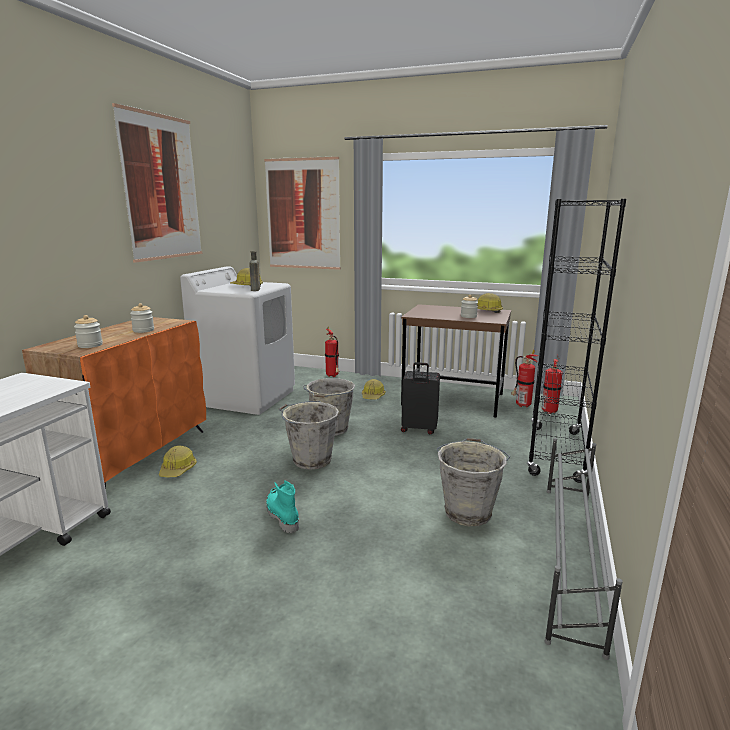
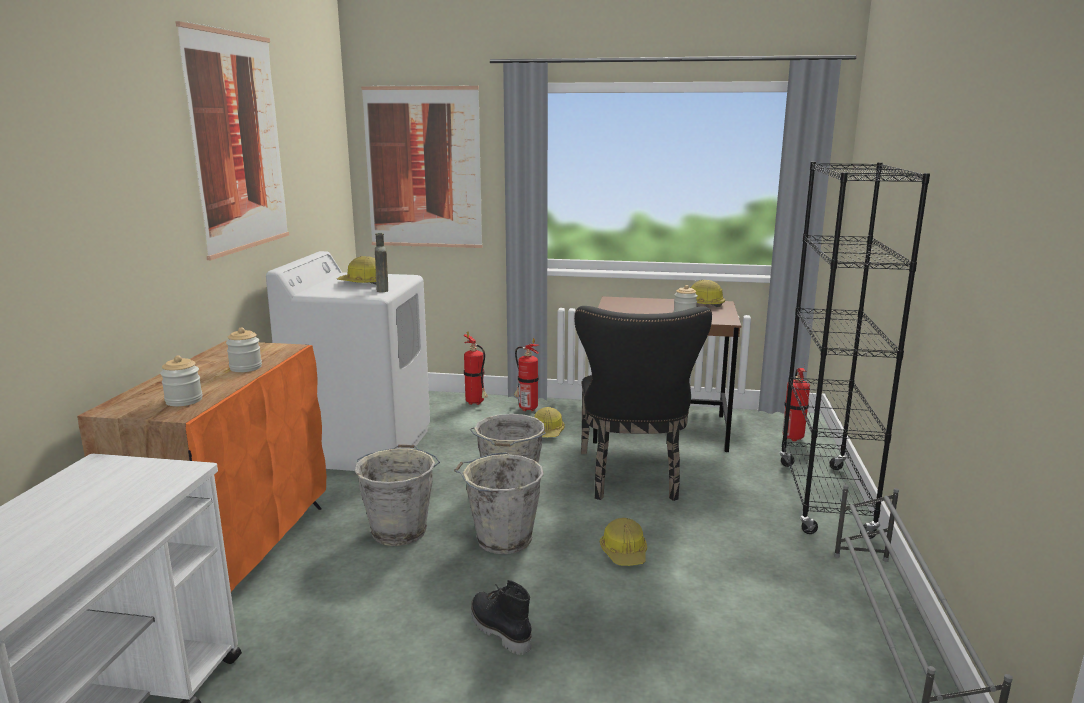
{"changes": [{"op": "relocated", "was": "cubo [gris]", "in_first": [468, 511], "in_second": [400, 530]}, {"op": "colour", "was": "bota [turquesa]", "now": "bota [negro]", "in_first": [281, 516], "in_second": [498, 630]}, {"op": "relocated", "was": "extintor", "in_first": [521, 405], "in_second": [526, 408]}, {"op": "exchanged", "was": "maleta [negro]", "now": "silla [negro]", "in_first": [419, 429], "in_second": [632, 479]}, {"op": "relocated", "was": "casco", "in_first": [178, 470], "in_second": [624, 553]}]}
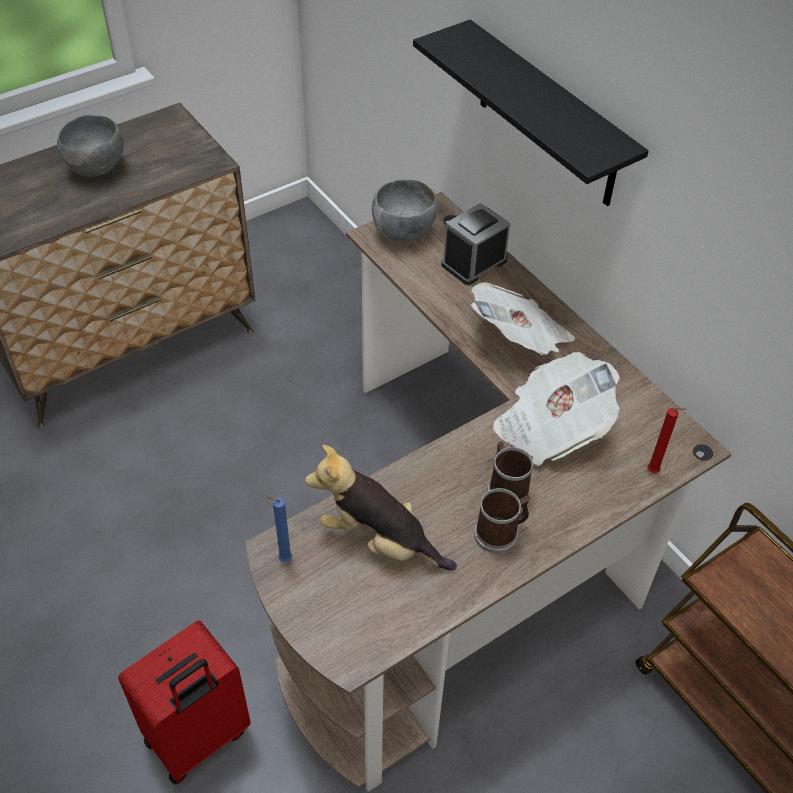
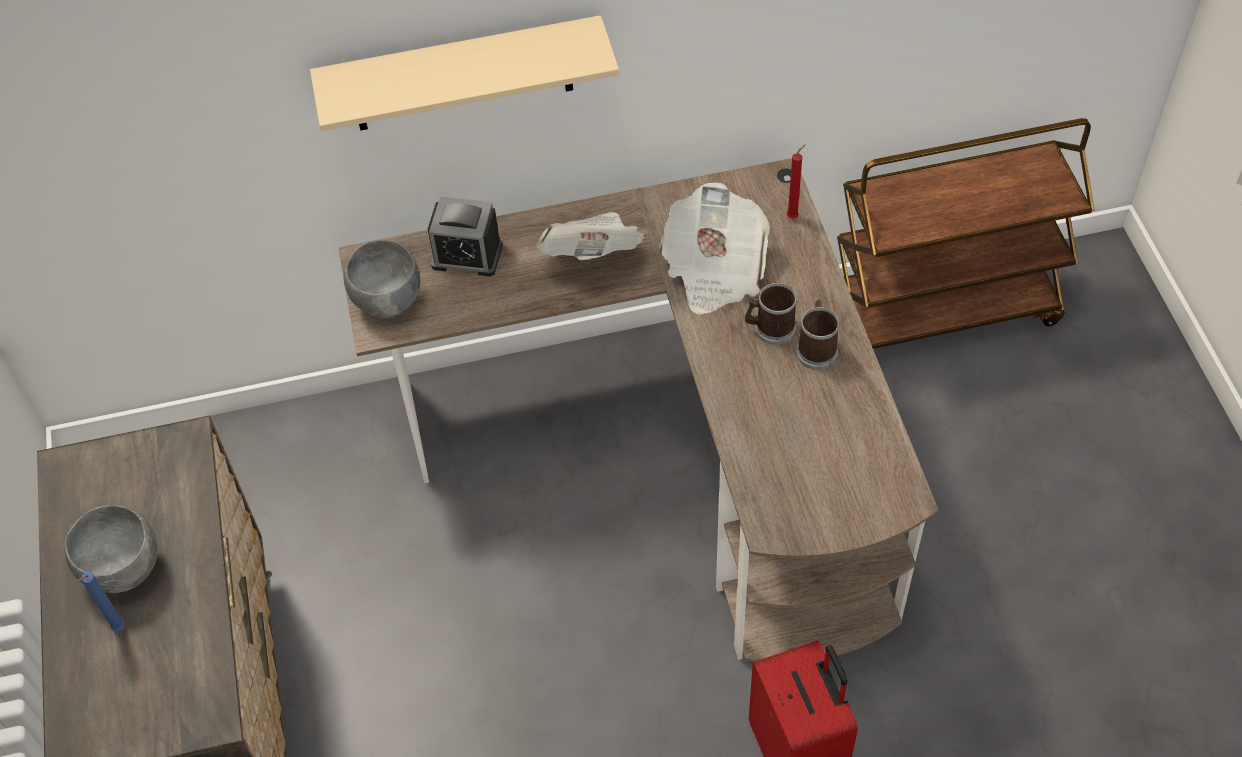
{"changes": [{"op": "relocated", "was": "vela [azul]", "in_first": [283, 559], "in_second": [117, 630]}, {"op": "colour", "was": "estante [negro]", "now": "estante [beis]", "in_first": [548, 117], "in_second": [462, 75]}, {"op": "spun", "was": "despertador", "in_first": [474, 262], "in_second": [467, 255], "clockwise": -60}, {"op": "missing", "was": "peluche", "in_first": [379, 540]}]}
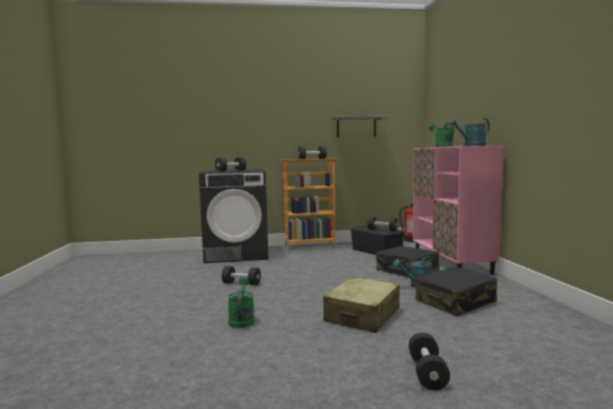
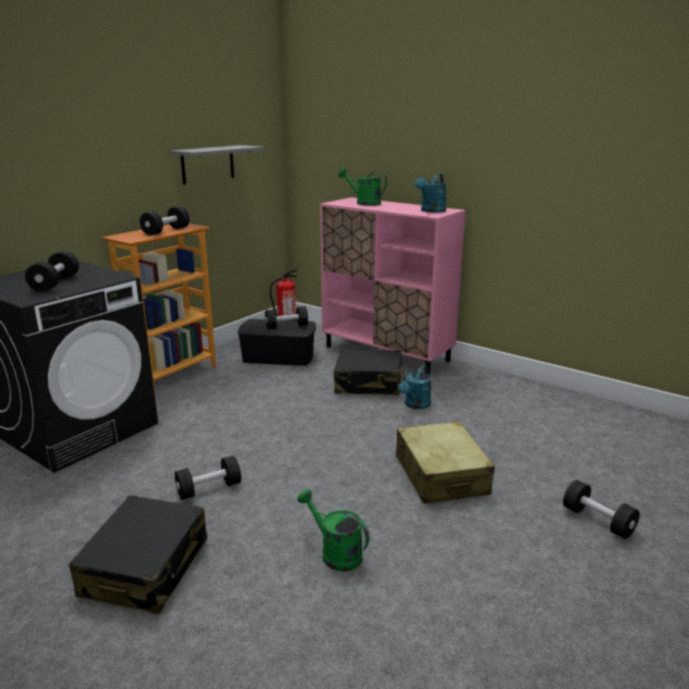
{"changes": [{"op": "relocated", "was": "maleta [negro]", "in_first": [455, 302], "in_second": [146, 567]}]}
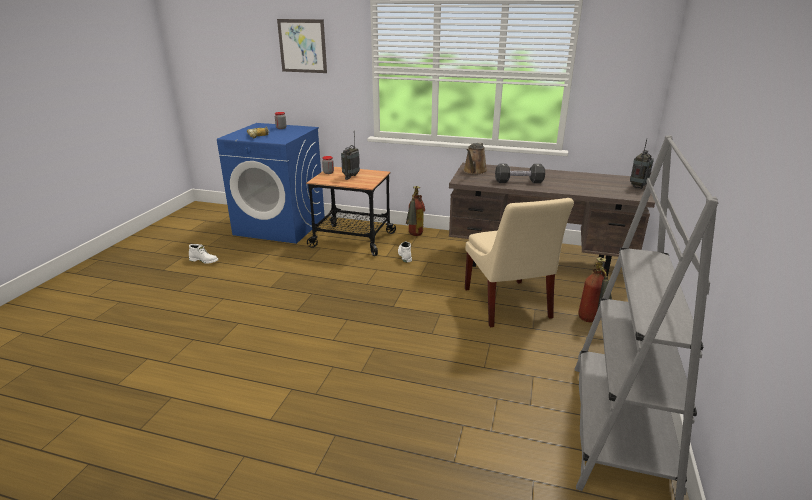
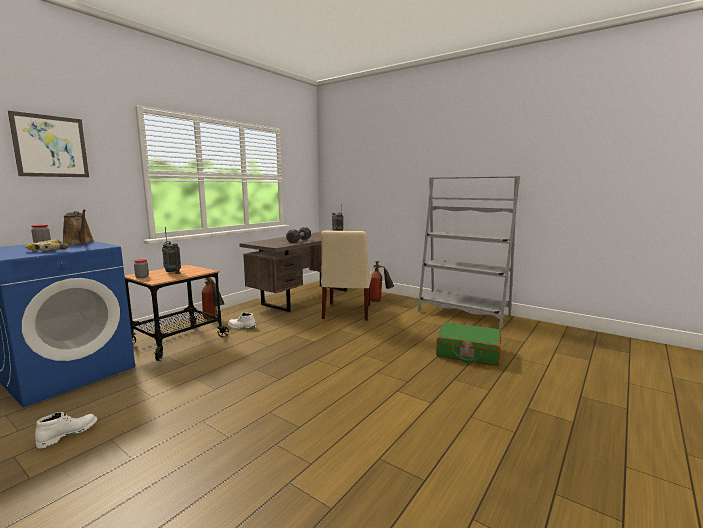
{"changes": [{"op": "relocated", "was": "regadera [marrón]", "in_first": [474, 171], "in_second": [79, 242]}, {"op": "spun", "was": "silla [beis]", "in_first": [507, 305], "in_second": [346, 312], "clockwise": 90}, {"op": "appeared", "now": "maleta [verde]", "in_second": [468, 353]}]}
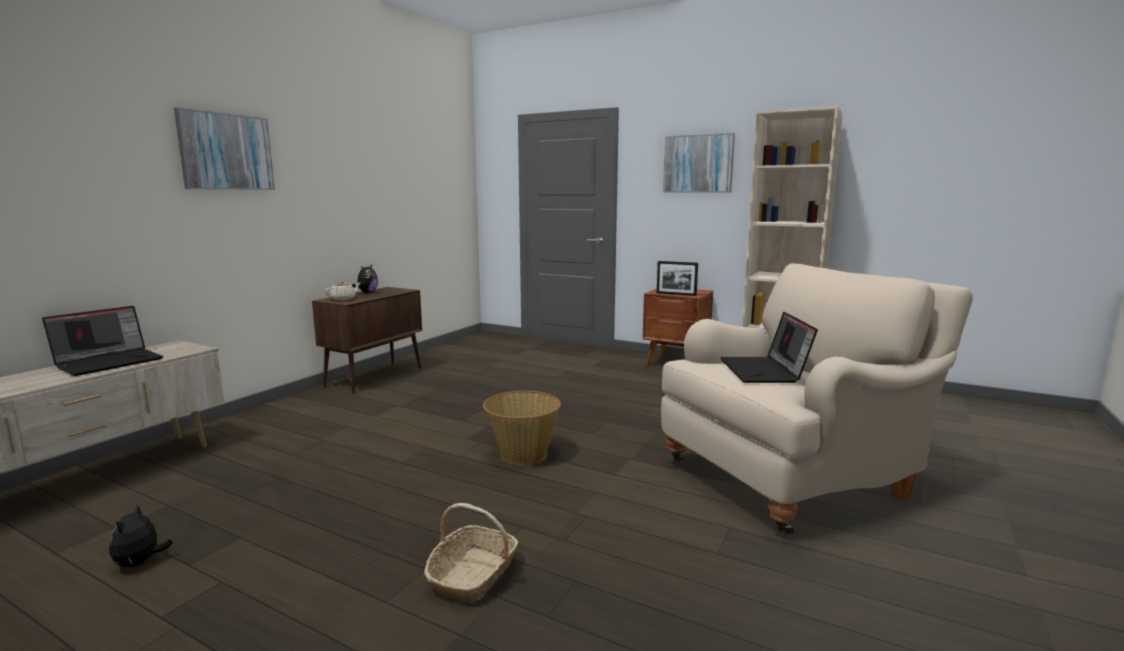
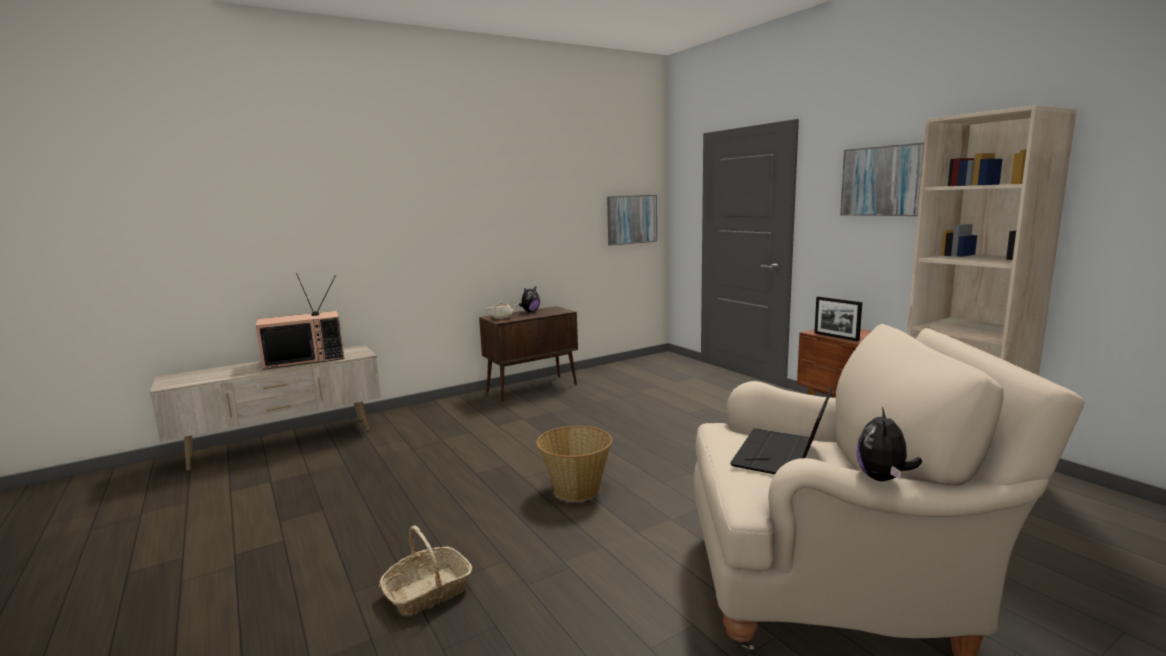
{"changes": [{"op": "exchanged", "was": "portátil", "now": "televisor", "in_first": [110, 362], "in_second": [305, 359]}, {"op": "relocated", "was": "cuadro", "in_first": [226, 152], "in_second": [631, 219]}, {"op": "relocated", "was": "peluche", "in_first": [140, 563], "in_second": [883, 479]}]}
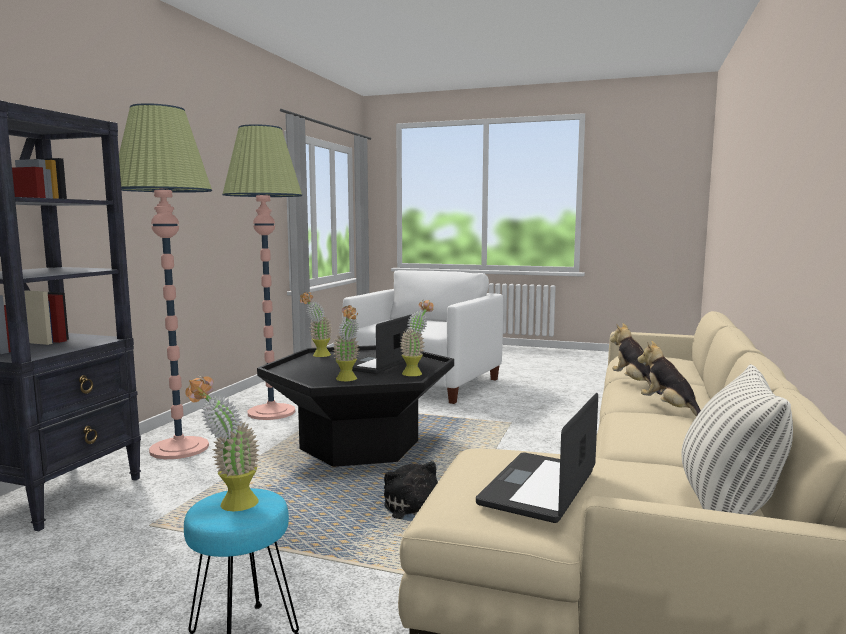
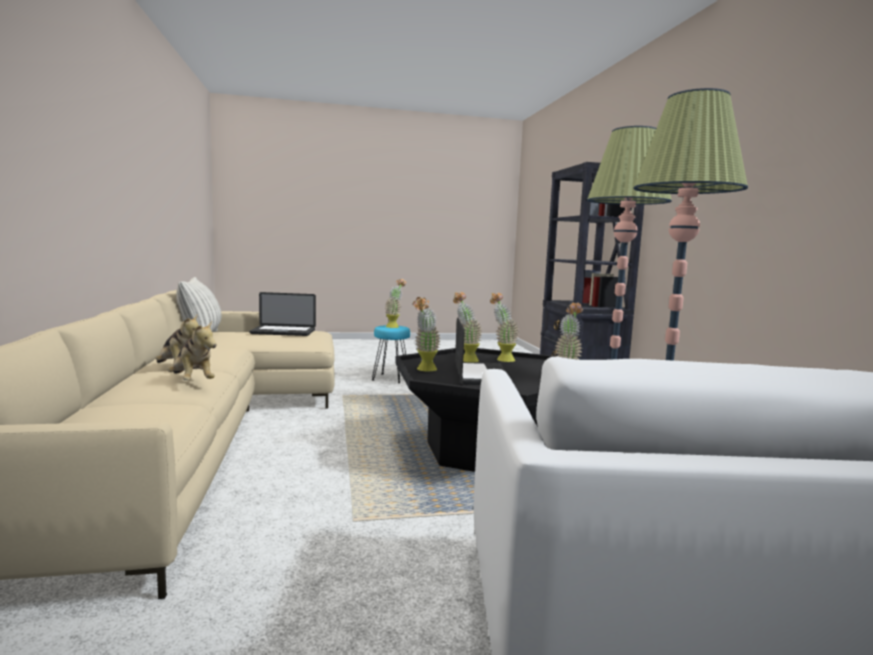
{"changes": [{"op": "spun", "was": "portátil", "in_first": [538, 488], "in_second": [283, 332], "clockwise": 90}, {"op": "appeared", "now": "planta en maceta", "in_second": [501, 359]}, {"op": "missing", "was": "peluche", "in_first": [413, 509]}]}
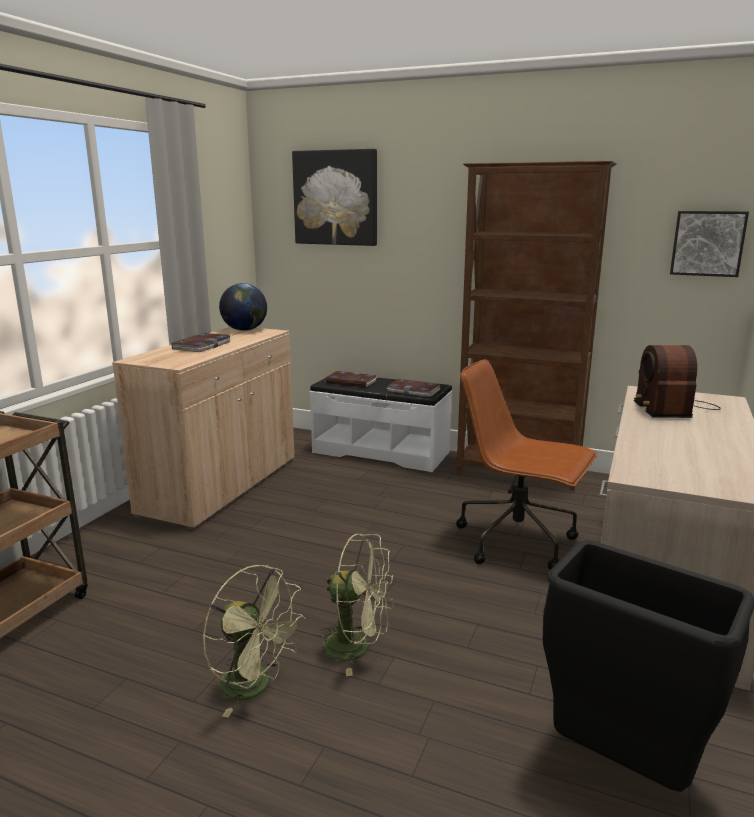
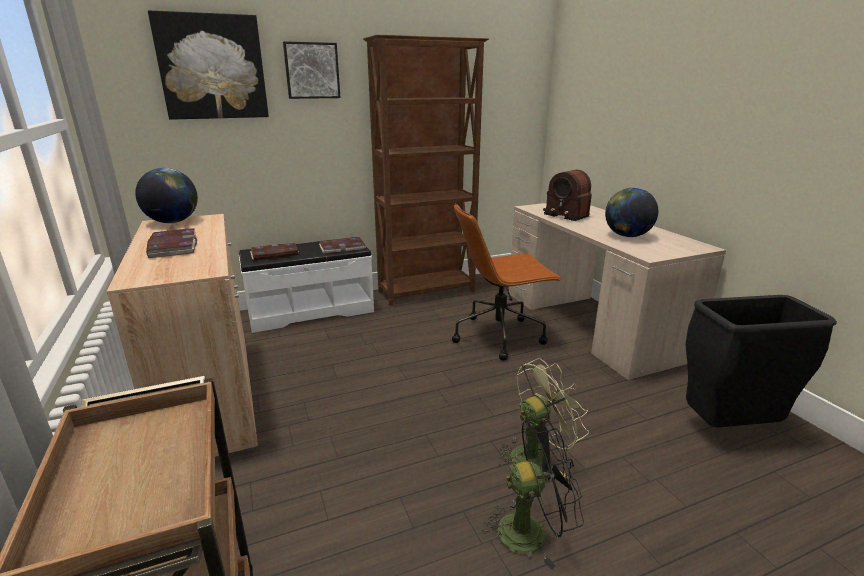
{"changes": [{"op": "relocated", "was": "cuadro", "in_first": [707, 243], "in_second": [312, 70]}, {"op": "colour", "was": "ventilador [verde]", "now": "ventilador [negro]", "in_first": [255, 687], "in_second": [531, 531]}, {"op": "appeared", "now": "globo terráqueo", "in_second": [627, 236]}]}
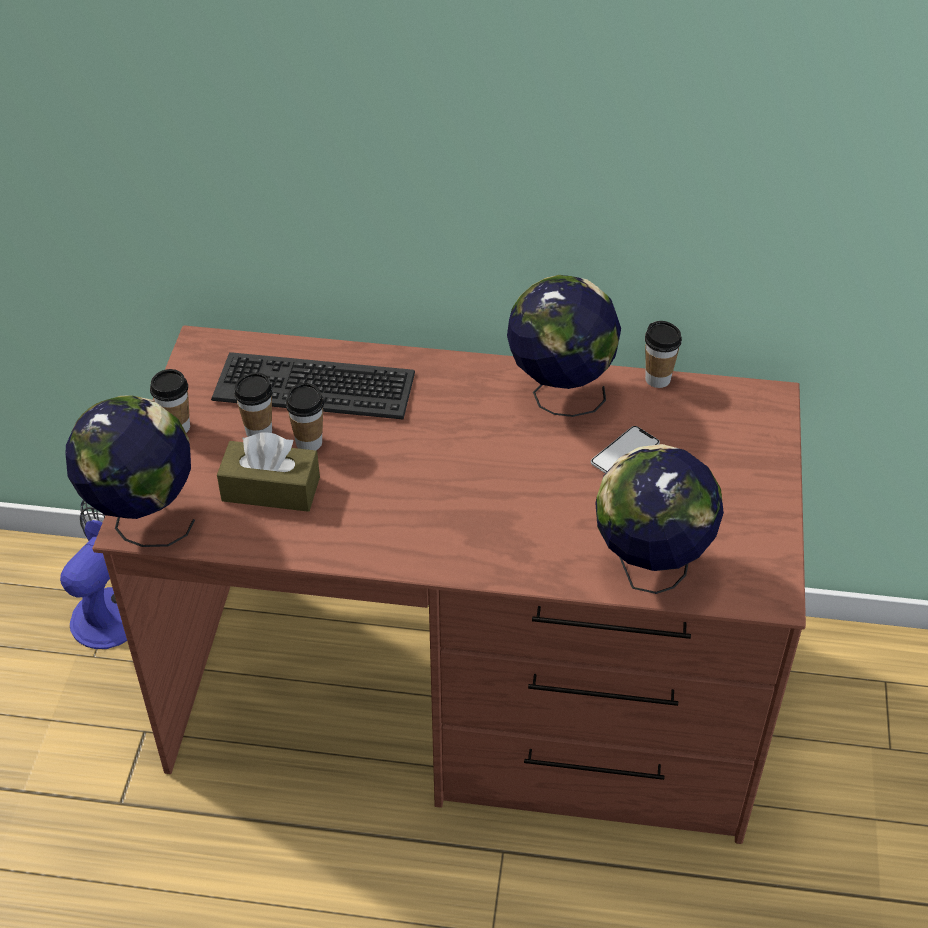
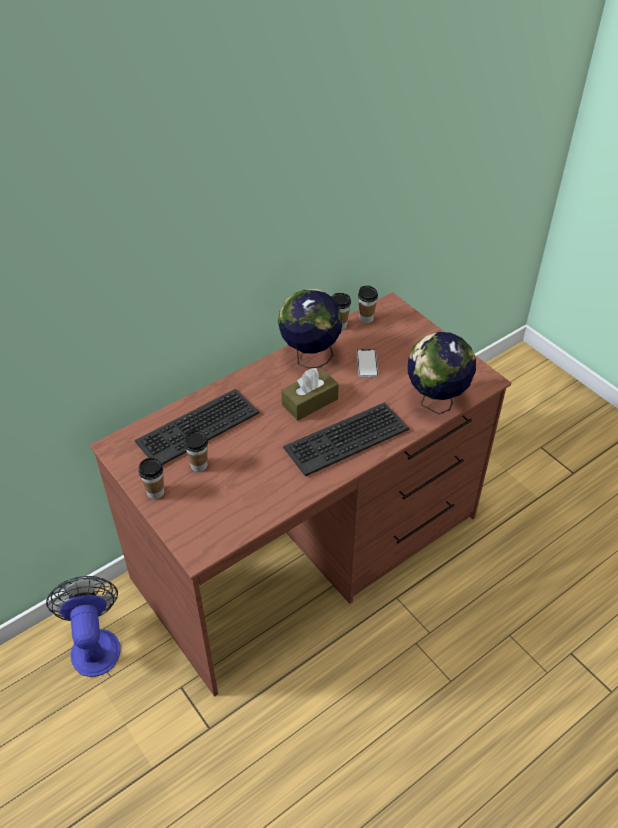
{"changes": [{"op": "relocated", "was": "caja de pañuelos [marrón]", "in_first": [271, 489], "in_second": [310, 402]}, {"op": "appeared", "now": "teclado", "in_second": [346, 438]}, {"op": "relocated", "was": "taza", "in_first": [309, 442], "in_second": [366, 318]}, {"op": "missing", "was": "globo terráqueo", "in_first": [143, 520]}]}
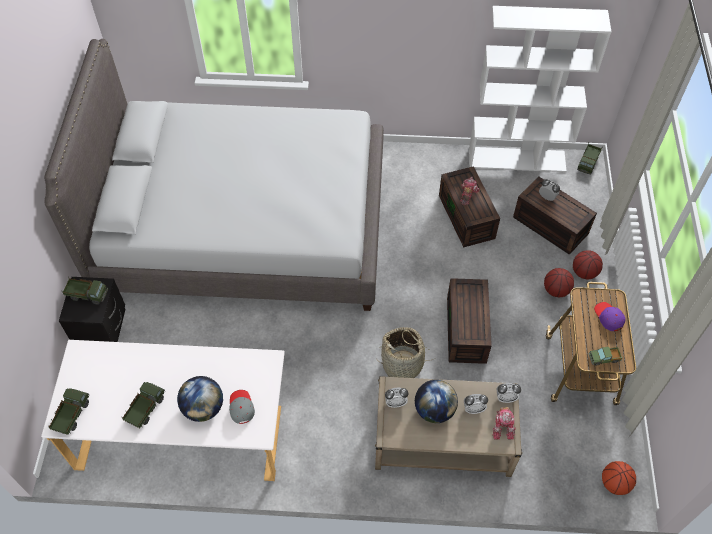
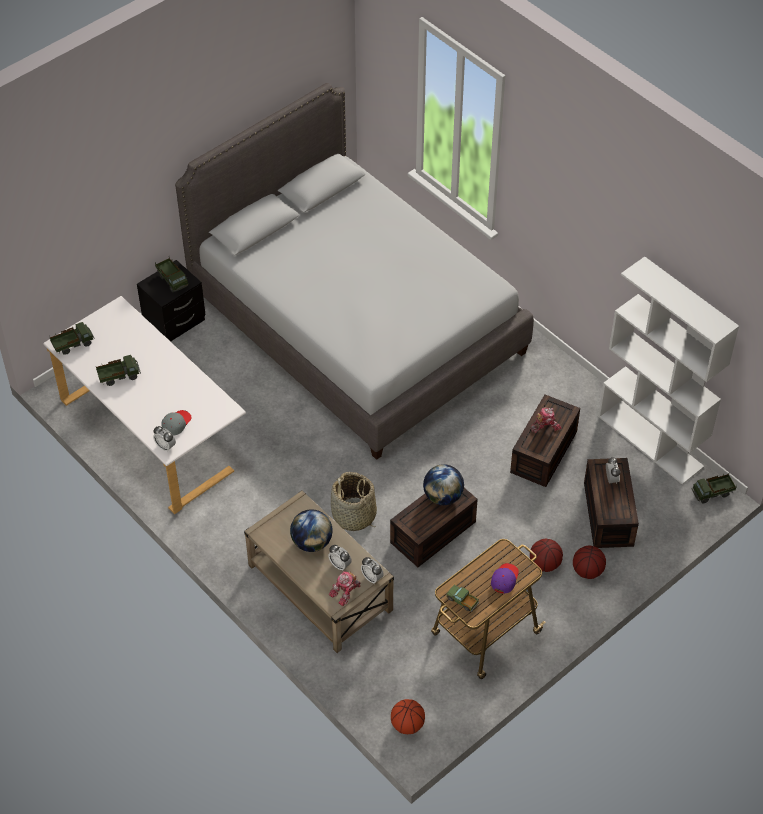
{"changes": [{"op": "relocated", "was": "despertador", "in_first": [395, 402], "in_second": [165, 446]}, {"op": "relocated", "was": "globo terráqueo", "in_first": [203, 407], "in_second": [443, 496]}]}
